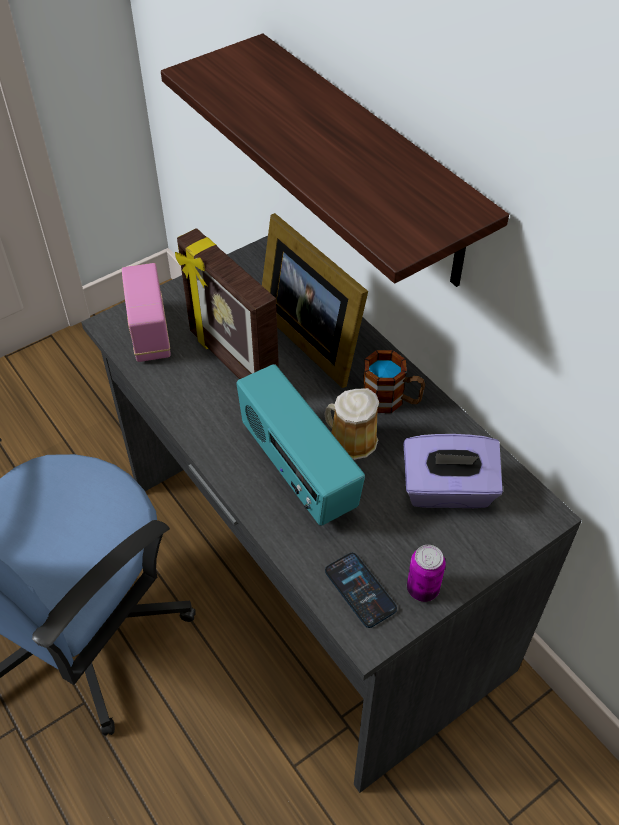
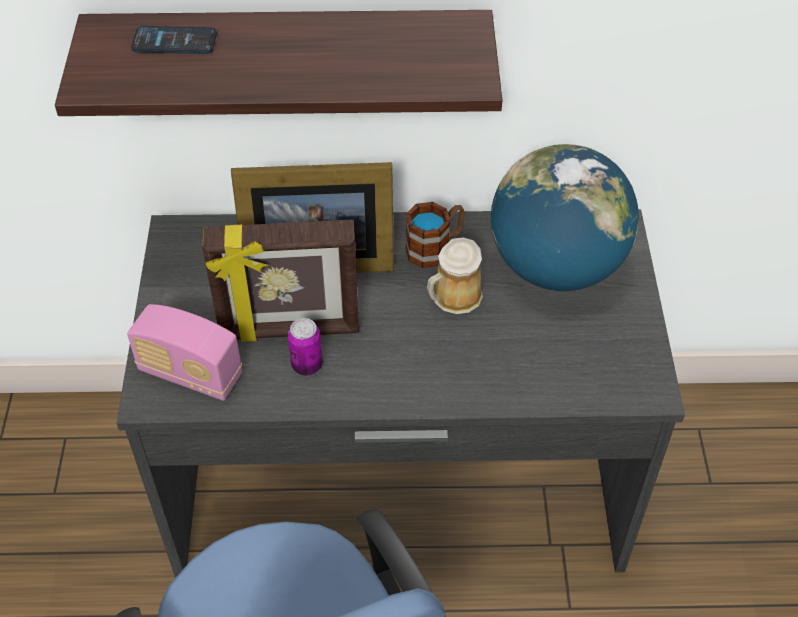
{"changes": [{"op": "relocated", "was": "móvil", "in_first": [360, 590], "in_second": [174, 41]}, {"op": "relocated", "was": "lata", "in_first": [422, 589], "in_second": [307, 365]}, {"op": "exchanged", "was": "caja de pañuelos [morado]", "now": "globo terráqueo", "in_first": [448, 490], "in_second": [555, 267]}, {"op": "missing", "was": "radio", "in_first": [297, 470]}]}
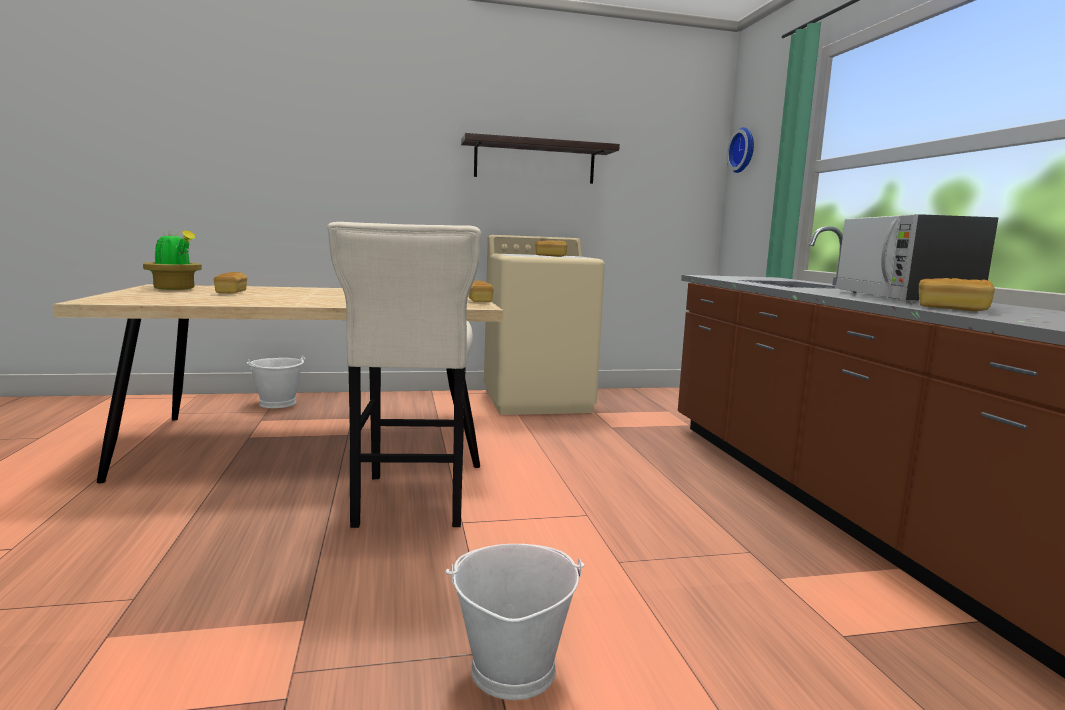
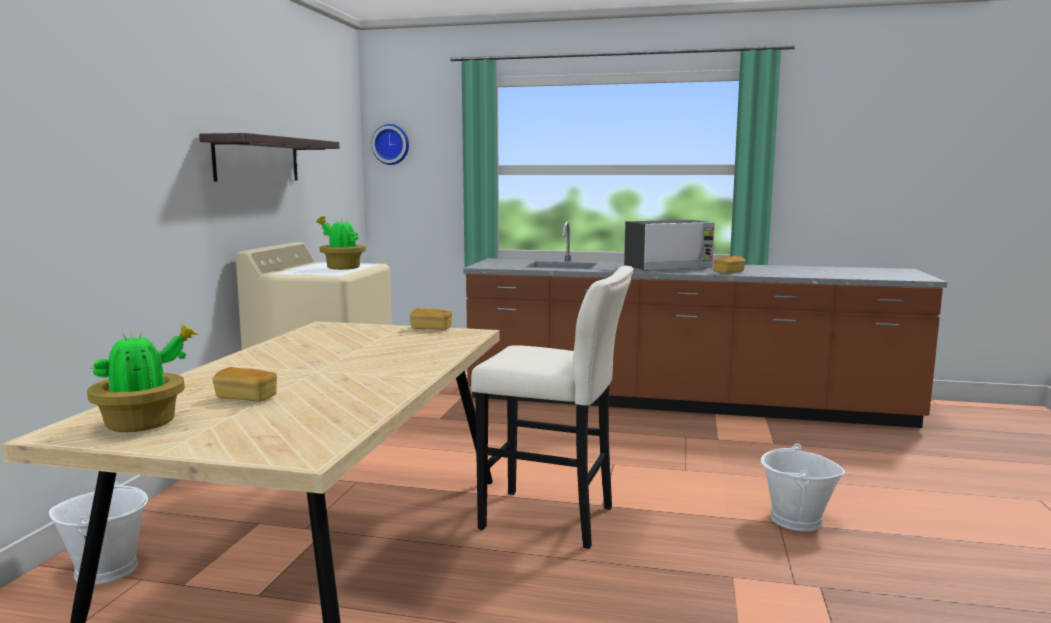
{"changes": [{"op": "exchanged", "was": "pan", "now": "planta en maceta", "in_first": [550, 256], "in_second": [342, 268]}, {"op": "spun", "was": "microondas", "in_first": [902, 298], "in_second": [668, 268], "clockwise": -45}]}
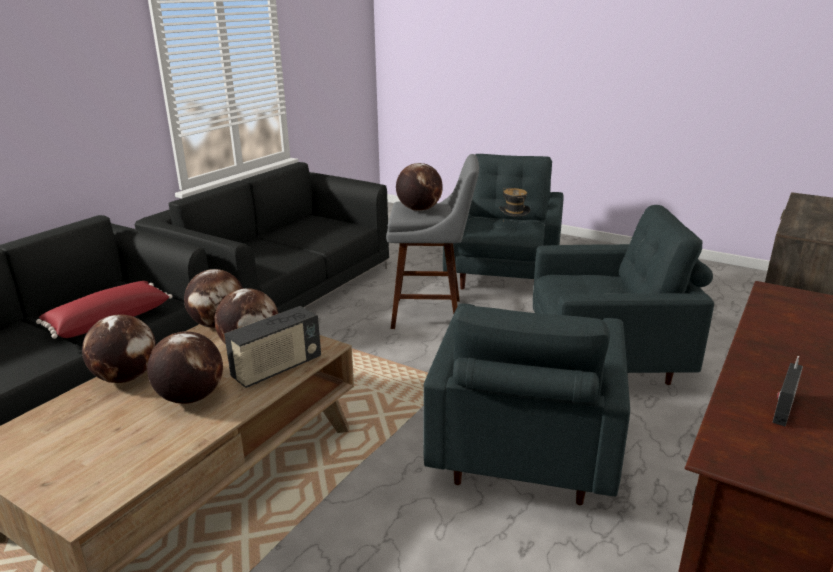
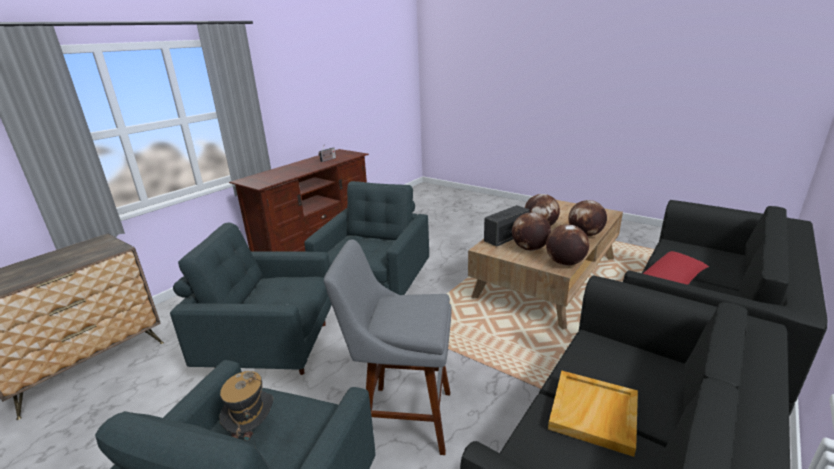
{"changes": [{"op": "appeared", "now": "bandeja [beis]", "in_second": [594, 414]}, {"op": "missing", "was": "globo terráqueo", "in_first": [419, 209]}]}
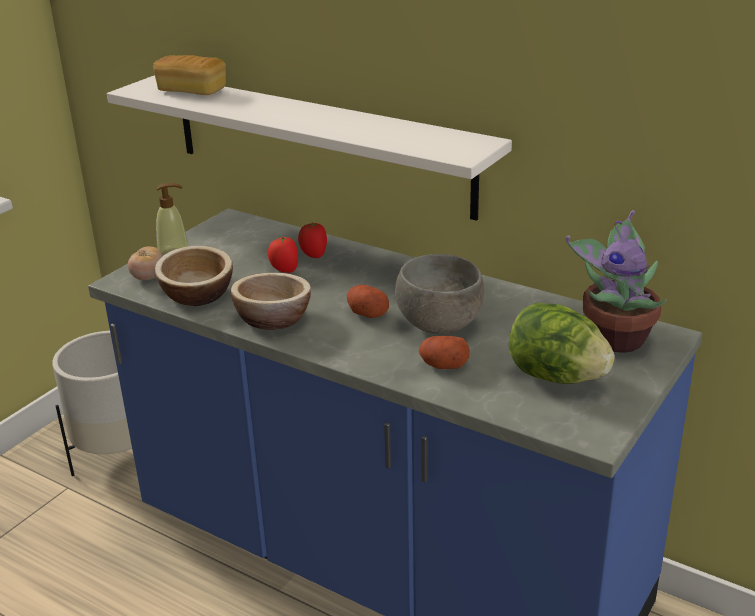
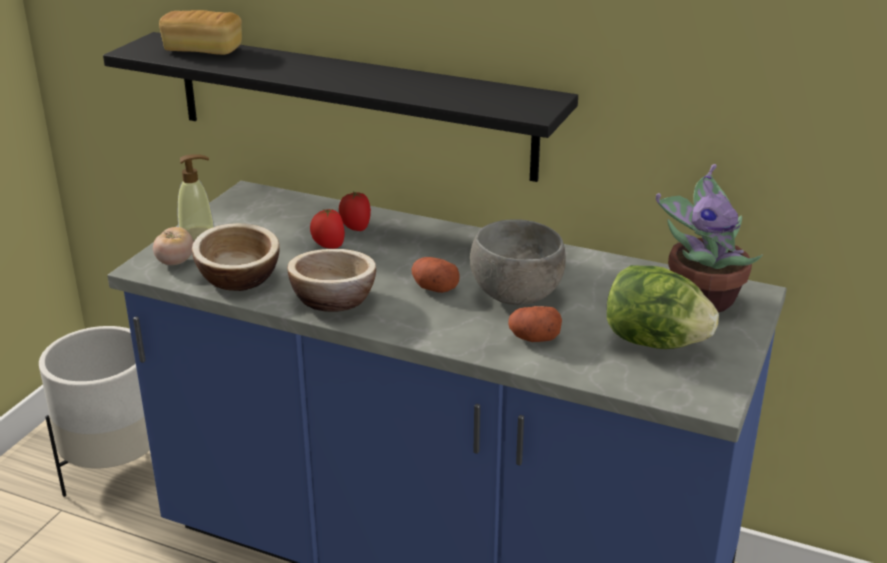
{"changes": [{"op": "colour", "was": "estante [blanco]", "now": "estante [negro]", "in_first": [318, 143], "in_second": [352, 105]}]}
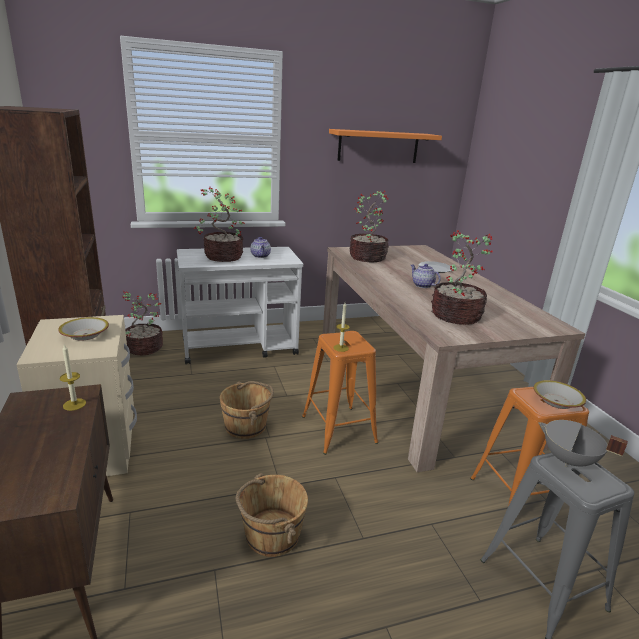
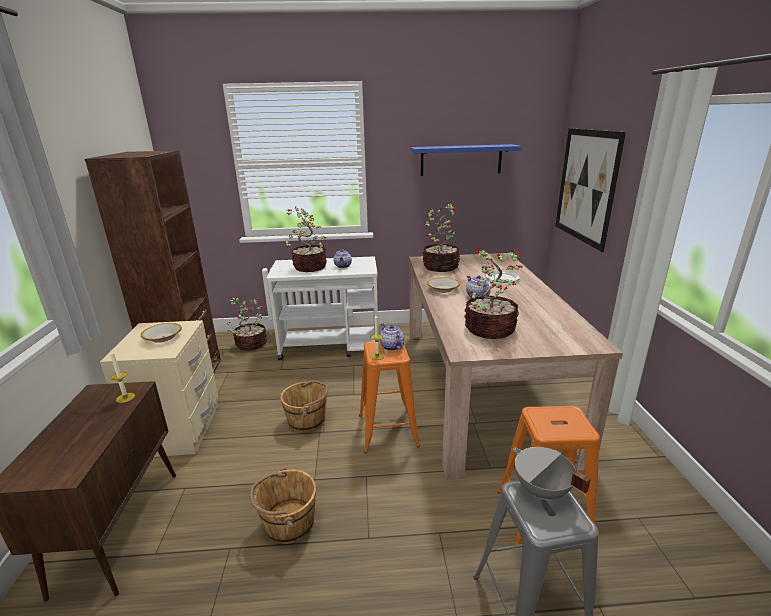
{"changes": [{"op": "appeared", "now": "tetera", "in_second": [391, 346]}, {"op": "colour", "was": "estante [naranja]", "now": "estante [azul]", "in_first": [378, 146], "in_second": [461, 160]}, {"op": "relocated", "was": "cuenco", "in_first": [556, 401], "in_second": [443, 289]}, {"op": "appeared", "now": "cuadro", "in_second": [585, 186]}]}
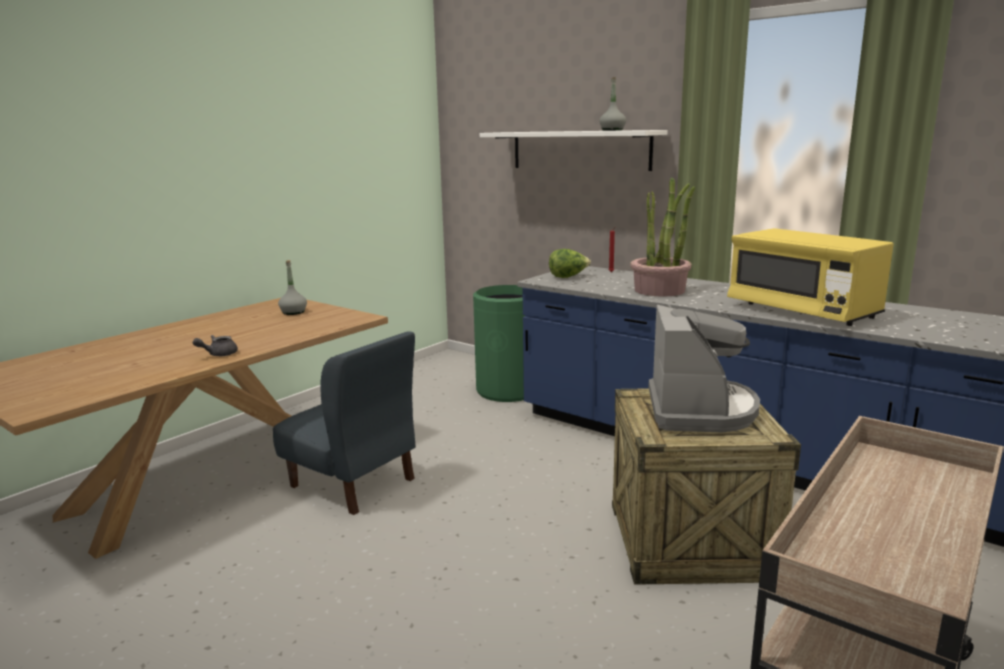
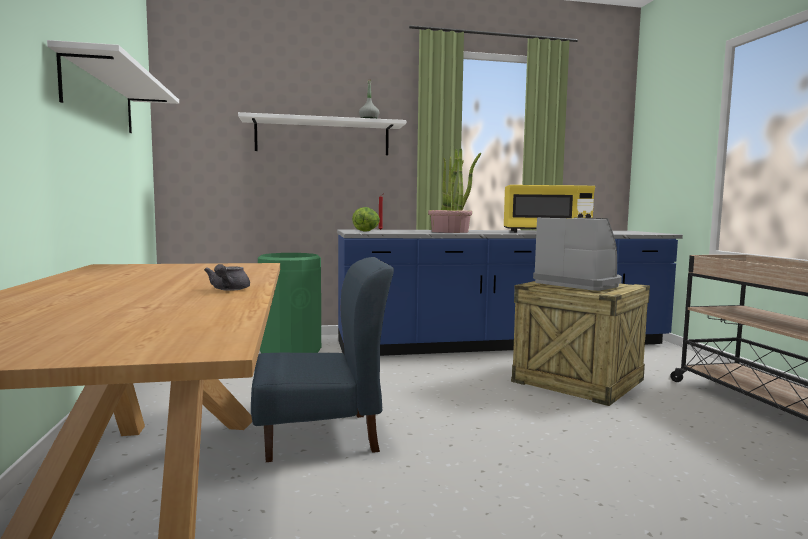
{"changes": [{"op": "appeared", "now": "estante [blanco]", "in_second": [99, 97]}, {"op": "missing", "was": "botella [gris]", "in_first": [293, 312]}]}
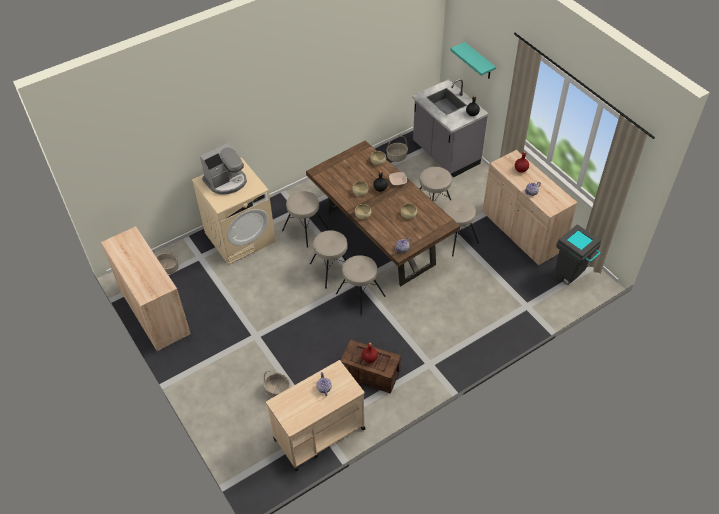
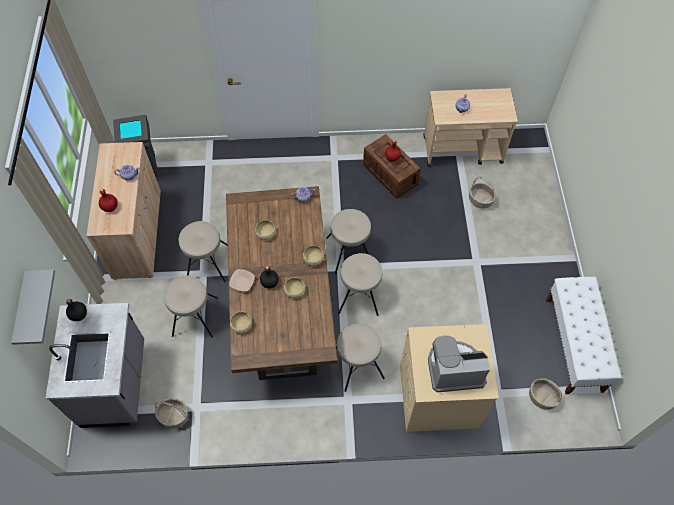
{"changes": [{"op": "colour", "was": "estante [turquesa]", "now": "estante [gris]", "in_first": [479, 61], "in_second": [23, 312]}, {"op": "exchanged", "was": "armario [beis]", "now": "banco [blanco]", "in_first": [154, 311], "in_second": [573, 345]}]}
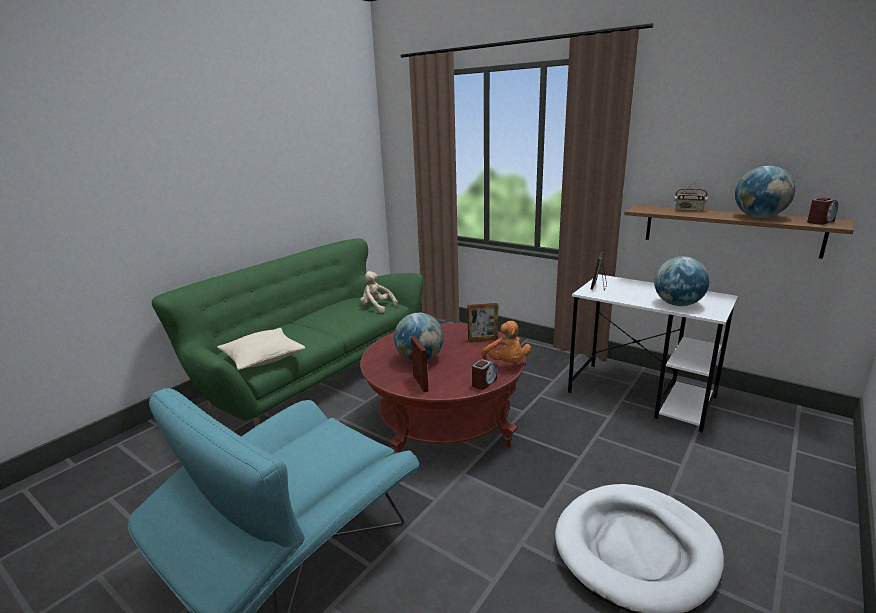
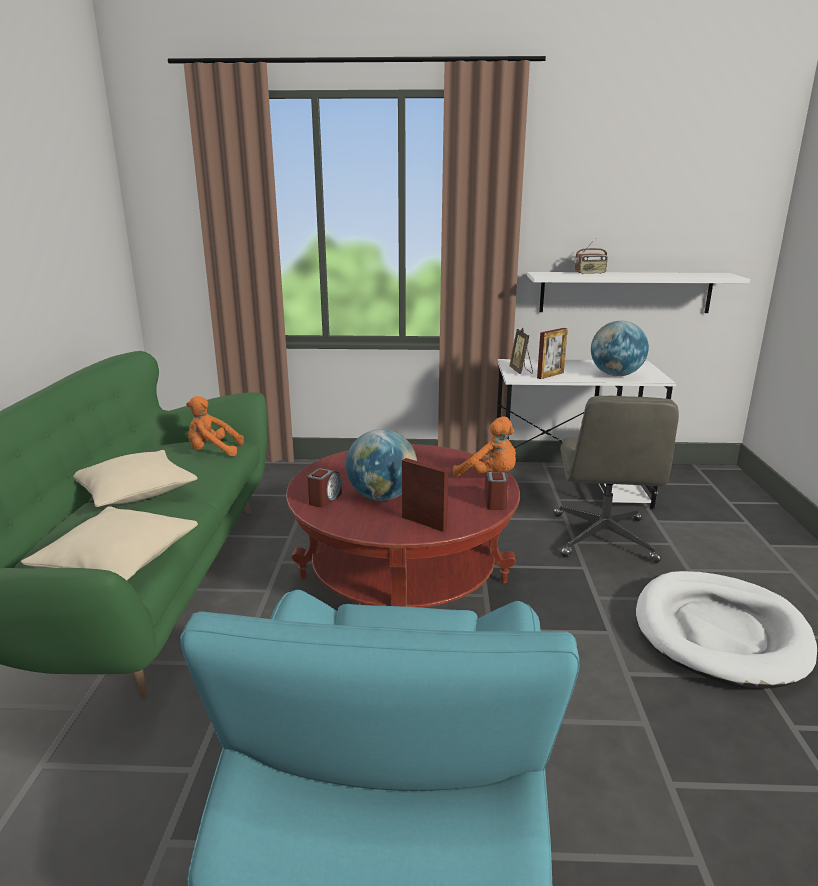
{"changes": [{"op": "appeared", "now": "cojín [beis]", "in_second": [135, 492]}, {"op": "colour", "was": "peluche [beis]", "now": "peluche [naranja]", "in_first": [376, 307], "in_second": [212, 451]}, {"op": "relocated", "was": "despertador", "in_first": [820, 222], "in_second": [325, 499]}, {"op": "colour", "was": "estante [marrón]", "now": "estante [blanco]", "in_first": [729, 230], "in_second": [625, 292]}, {"op": "relocated", "was": "portarretratos", "in_first": [483, 339], "in_second": [550, 375]}, {"op": "appeared", "now": "silla de oficina [gris]", "in_second": [603, 538]}, {"op": "missing", "was": "globo terráqueo", "in_first": [759, 217]}]}
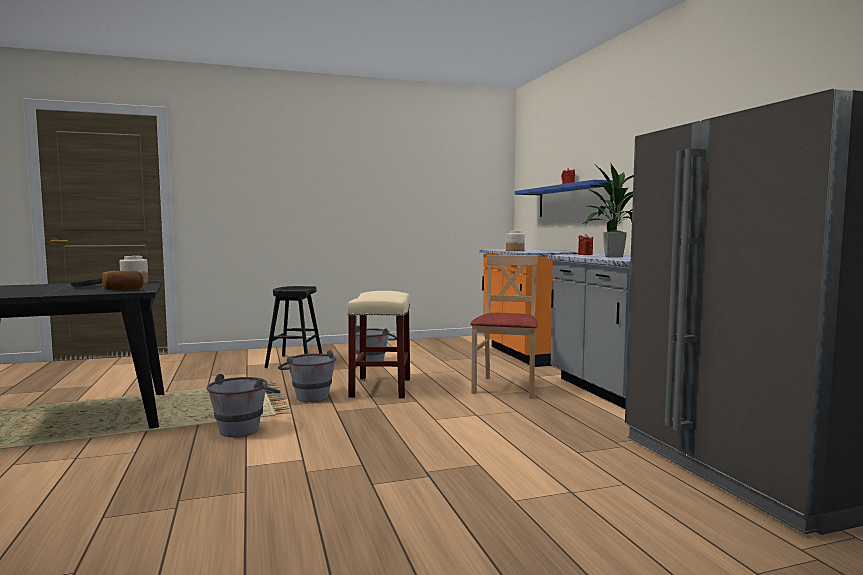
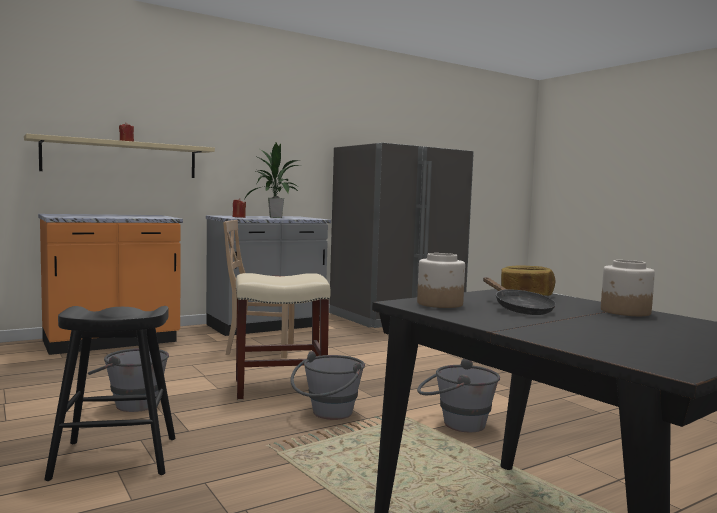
{"changes": [{"op": "colour", "was": "estante [azul]", "now": "estante [beis]", "in_first": [573, 200], "in_second": [121, 158]}, {"op": "relocated", "was": "tarro", "in_first": [514, 250], "in_second": [625, 312]}]}
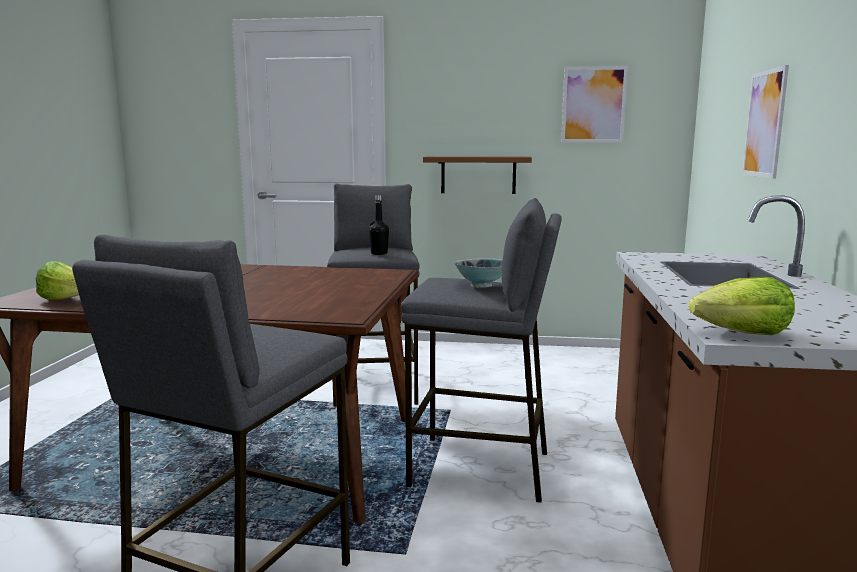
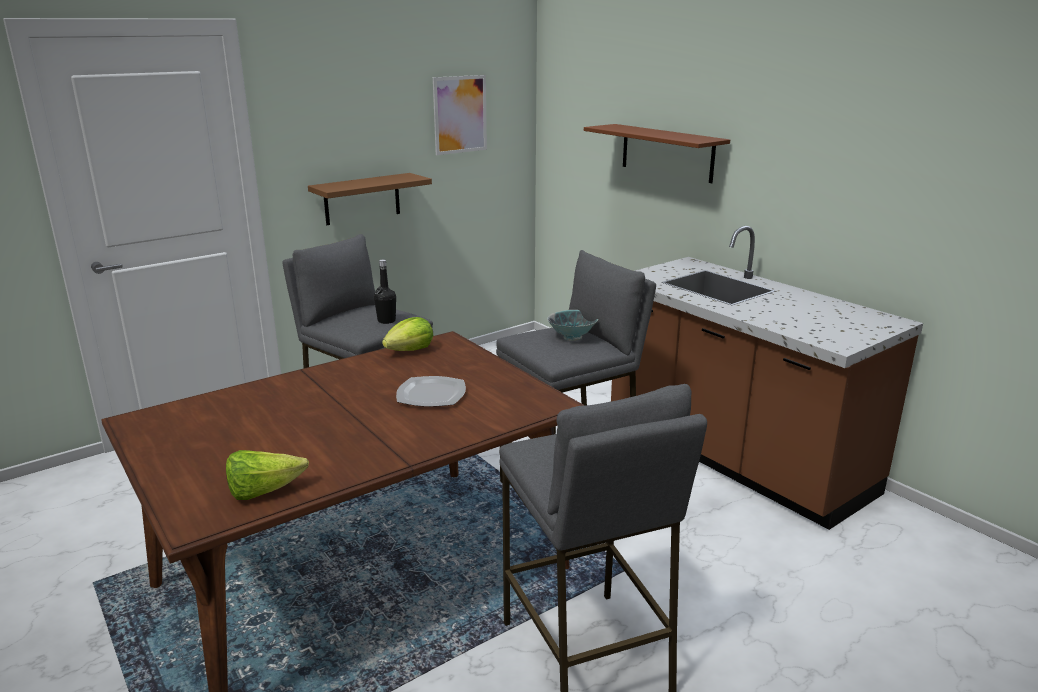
{"changes": [{"op": "relocated", "was": "lechuga", "in_first": [742, 334], "in_second": [410, 350]}, {"op": "appeared", "now": "plato", "in_second": [430, 395]}, {"op": "exchanged", "was": "cuadro", "now": "estante [marrón]", "in_first": [764, 124], "in_second": [667, 152]}]}
